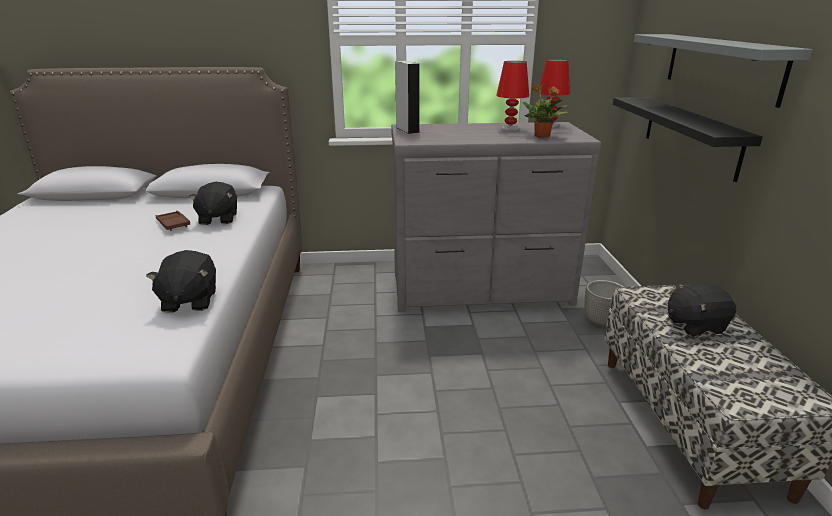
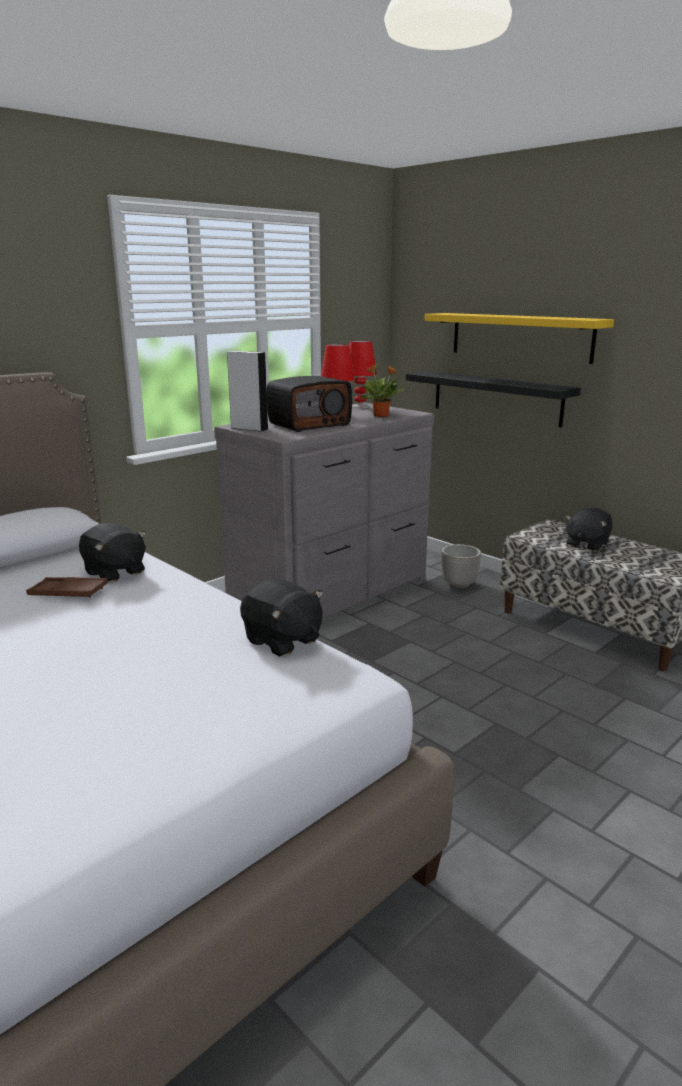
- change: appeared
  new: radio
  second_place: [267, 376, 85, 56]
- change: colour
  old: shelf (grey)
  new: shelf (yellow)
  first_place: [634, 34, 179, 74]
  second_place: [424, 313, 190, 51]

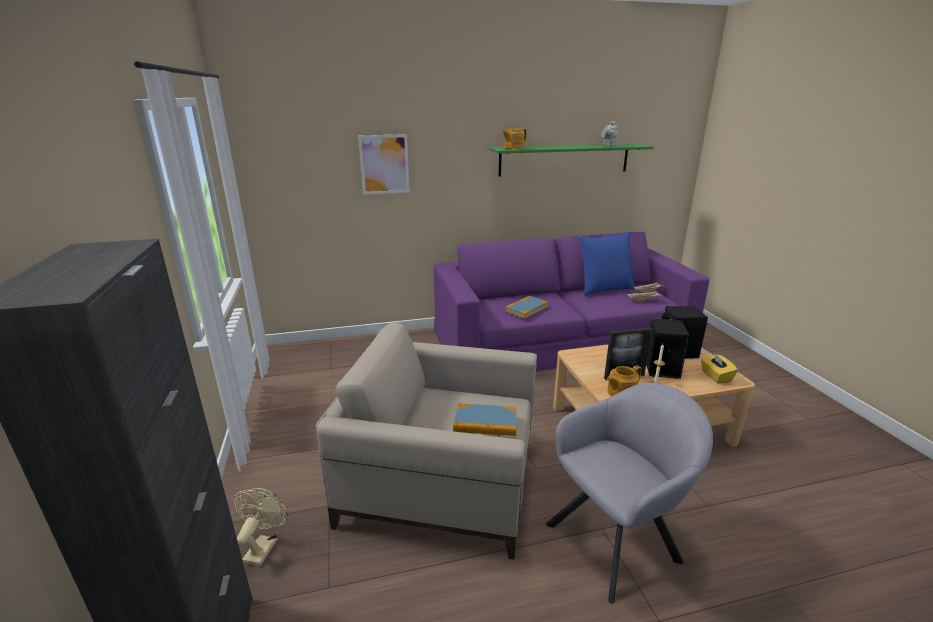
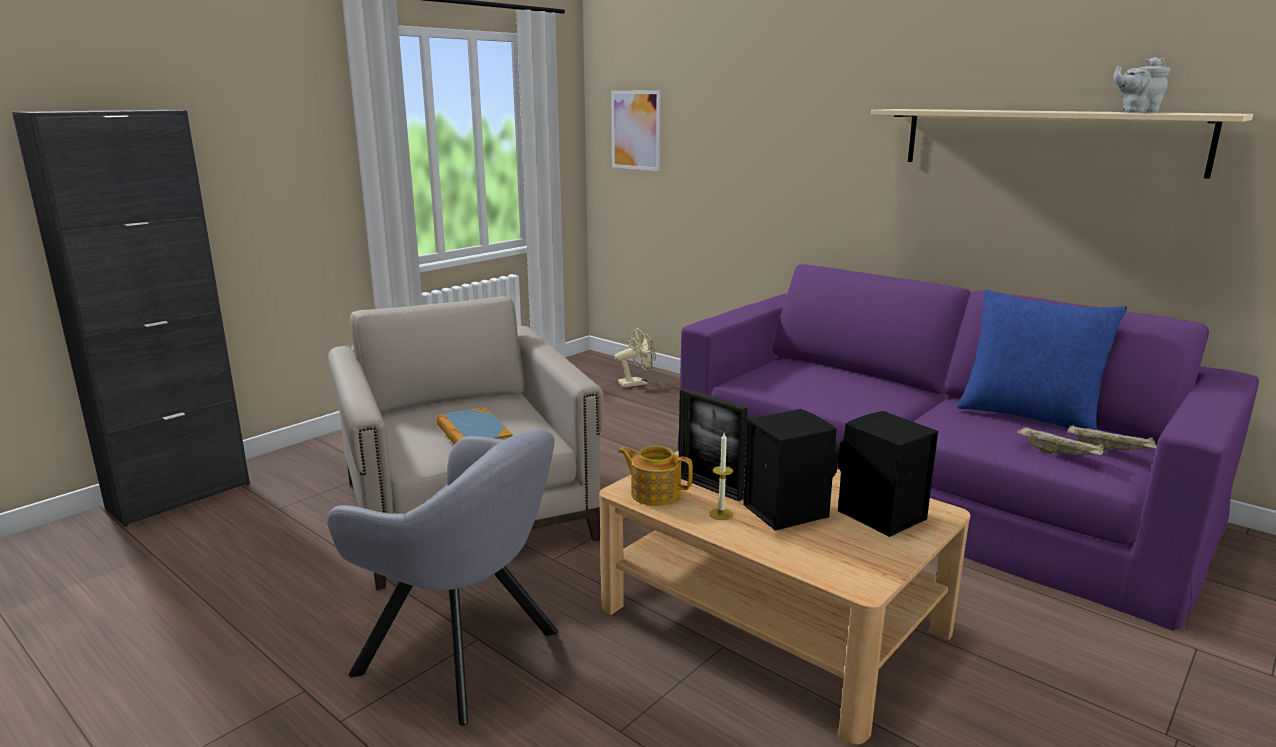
- change: relocated
  old: picture
  first_place: [358, 134, 52, 60]
  second_place: [611, 91, 50, 80]
- change: relocated
  old: fan (beige)
  first_place: [234, 488, 54, 78]
  second_place: [615, 328, 41, 60]
- change: colour
  old: shelf (green)
  new: shelf (beige)
  first_place: [489, 144, 165, 32]
  second_place: [871, 109, 382, 70]
- change: missing
  old: teapot
  first_place: [502, 128, 25, 21]
- change: missing
  old: book
  first_place: [505, 296, 44, 23]
- change: missing
  old: tissue box (yellow)
  first_place: [701, 353, 37, 30]

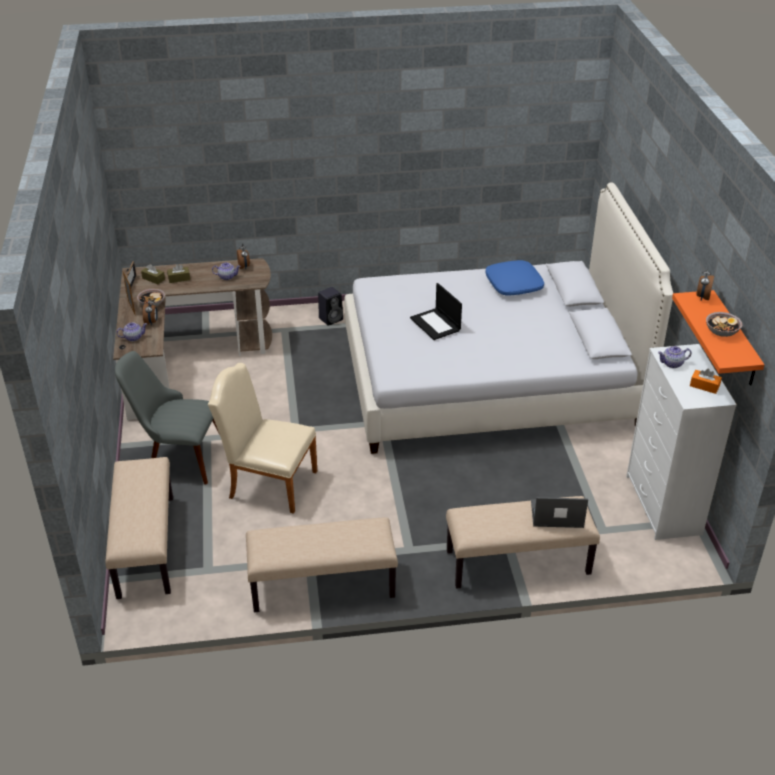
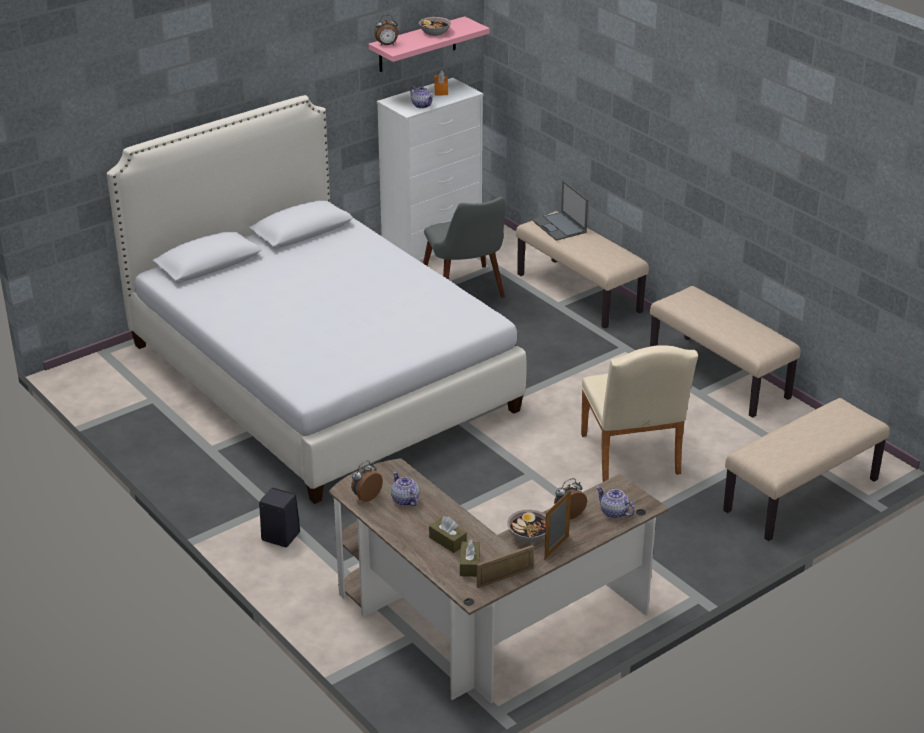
- change: colour
  old: shelf (orange)
  new: shelf (pink)
  first_place: [672, 290, 93, 96]
  second_place: [369, 16, 121, 56]
- change: relocated
  old: chair (grey)
  first_place: [115, 351, 105, 133]
  second_place: [423, 197, 82, 101]
- change: missing
  old: laptop
  first_place: [410, 283, 52, 57]
- change: missing
  old: pillow (blue)
  first_place: [485, 260, 59, 36]

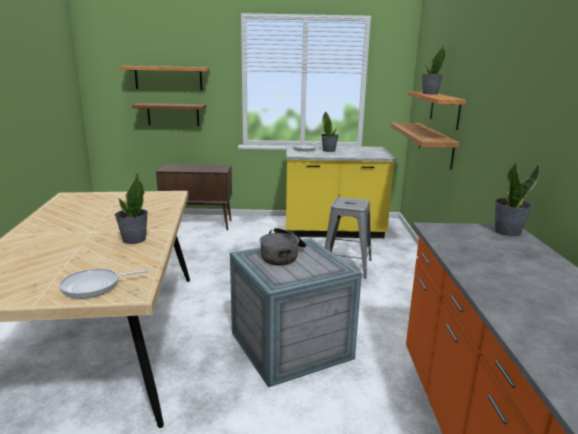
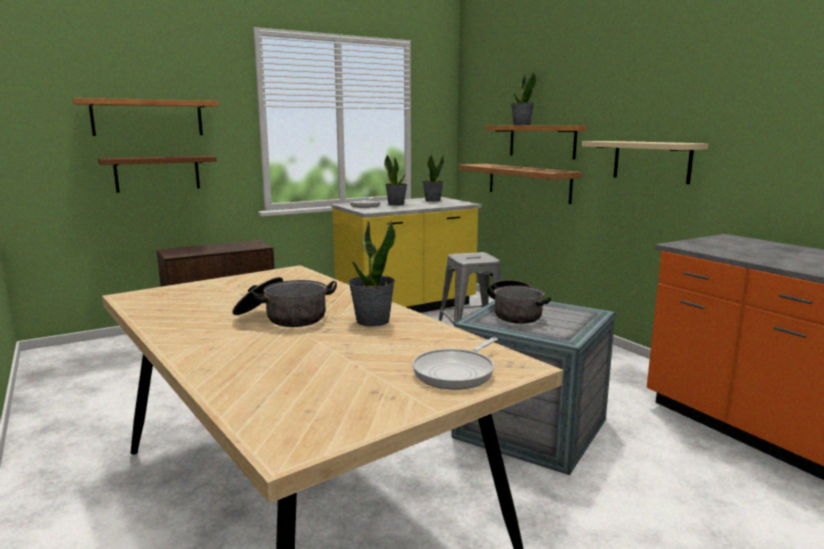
- change: appeared
  new: cooking pot
  second_place: [232, 277, 105, 50]
- change: relocated
  old: potted plant
  first_place: [495, 162, 45, 75]
  second_place: [422, 154, 22, 48]
- change: appeared
  new: shelf (beige)
  second_place: [582, 141, 127, 43]

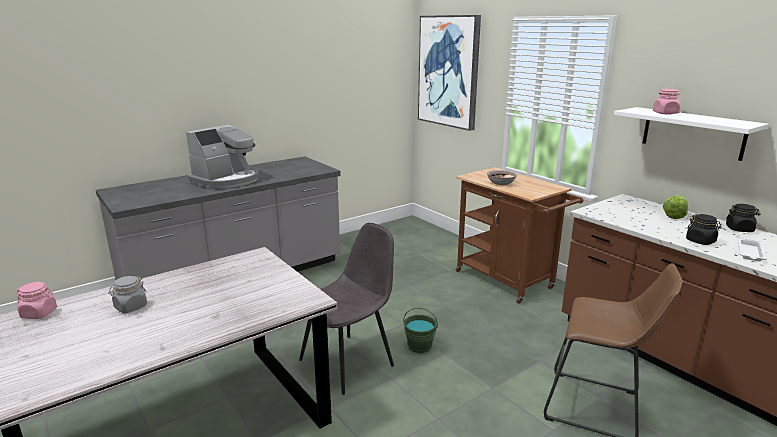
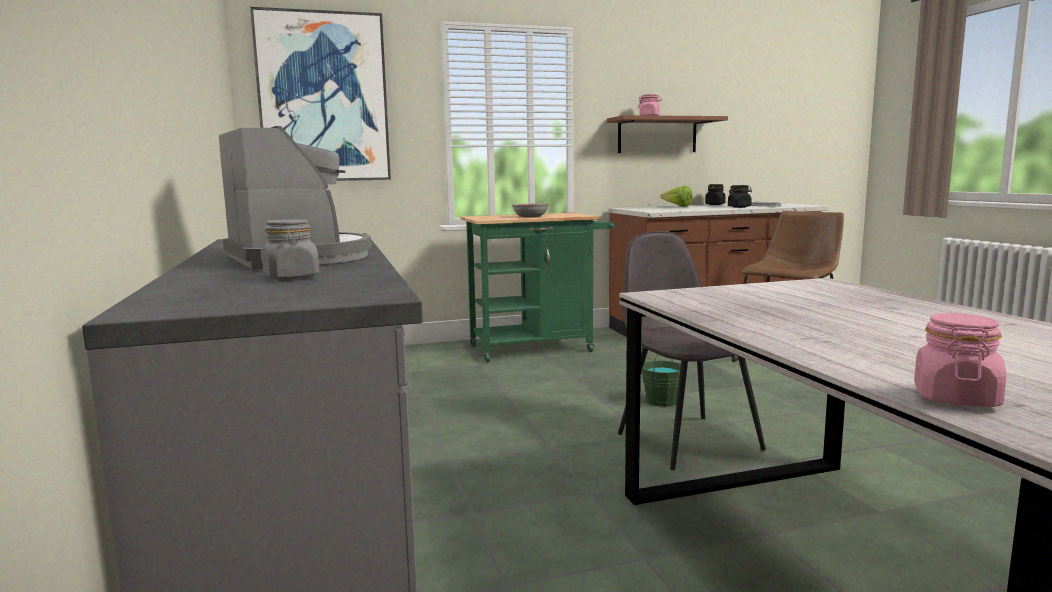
- change: relocated
  old: jar (grey)
  first_place: [108, 276, 39, 37]
  second_place: [262, 219, 58, 60]
- change: colour
  old: cart (brown)
  new: cart (green)
  first_place: [456, 167, 127, 137]
  second_place: [460, 212, 155, 150]
- change: colour
  old: shelf (white)
  new: shelf (brown)
  first_place: [614, 107, 155, 54]
  second_place: [607, 115, 121, 38]

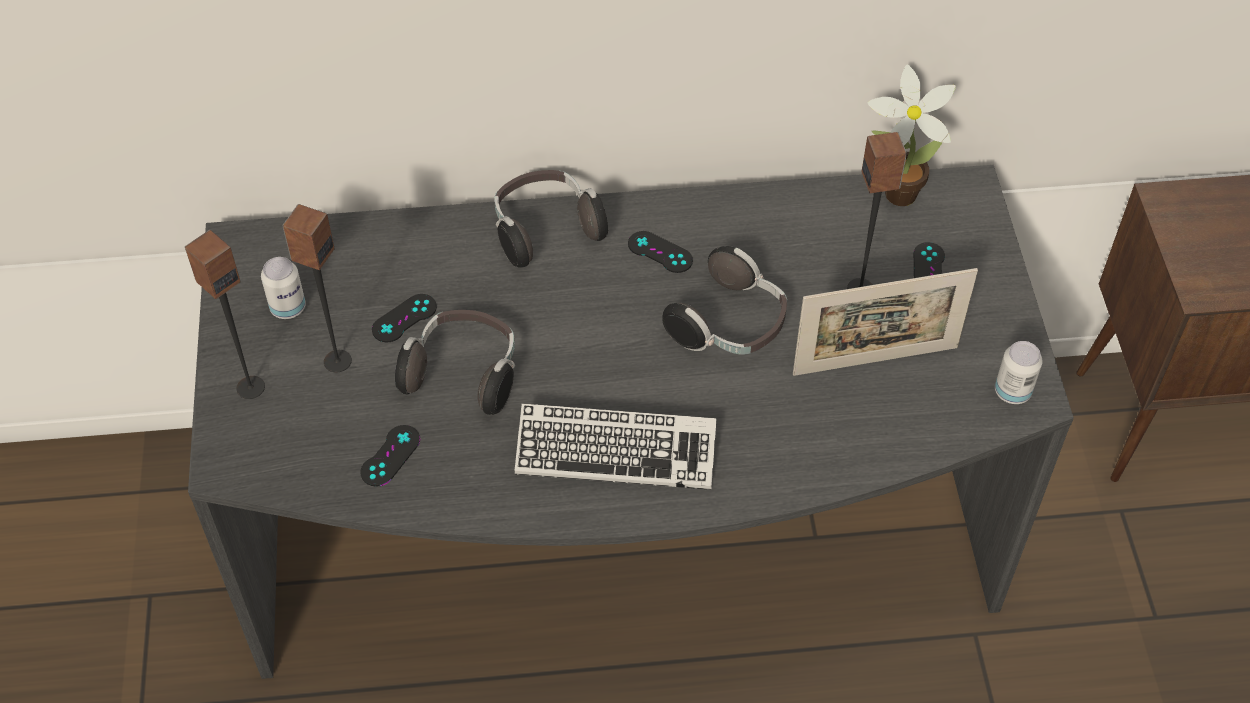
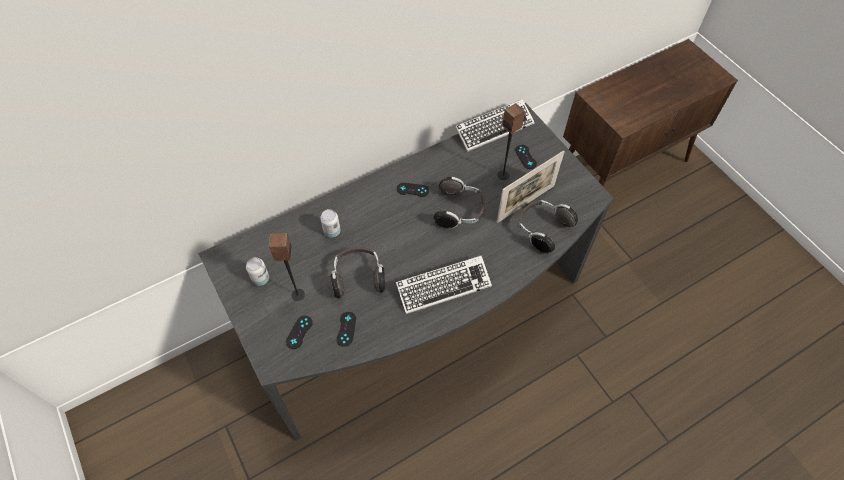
- change: relocated
  old: game controller (black)
  first_place: [372, 294, 65, 48]
  second_place: [286, 315, 27, 34]
- change: relocated
  old: can
  first_place: [995, 341, 48, 63]
  second_place: [320, 209, 21, 28]
- change: exchanged
  old: potted plant
  new: keyboard
  first_place: [867, 65, 89, 141]
  second_place: [455, 99, 80, 53]
- change: relocated
  old: headphones
  first_place: [494, 170, 114, 98]
  second_place: [518, 200, 60, 53]
- change: missing
  old: speaker
  first_place: [185, 230, 80, 169]

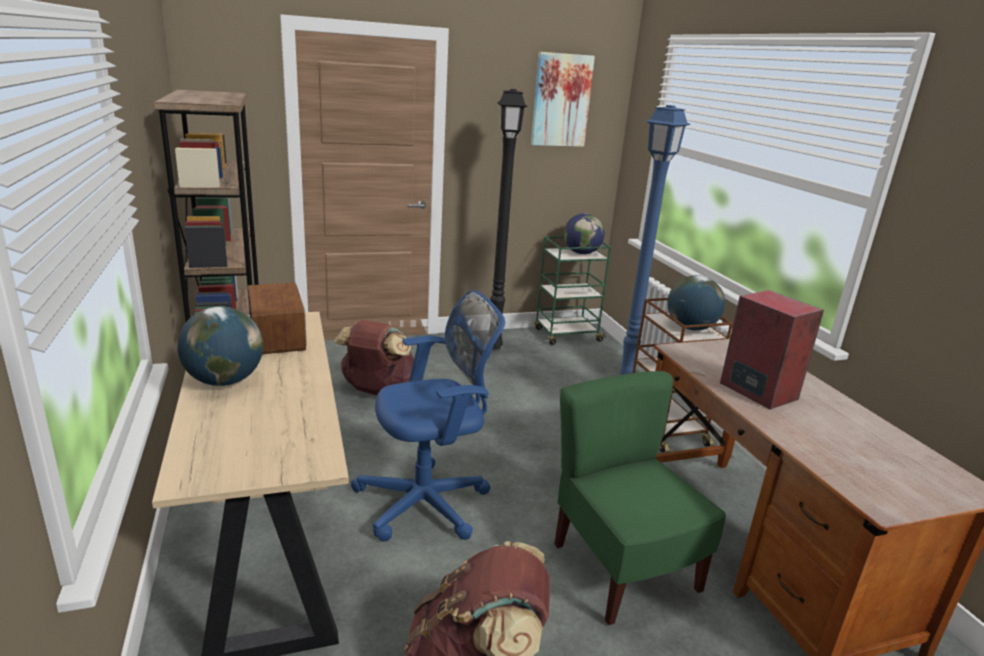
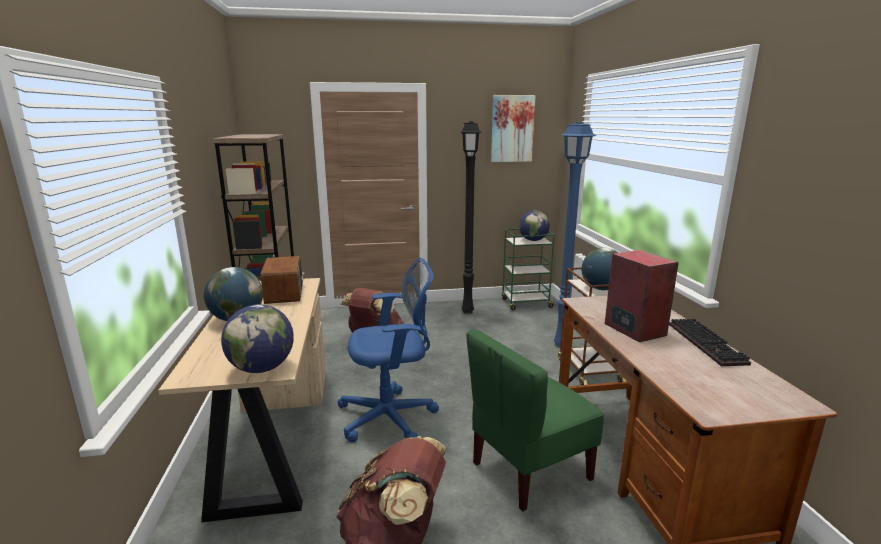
- change: appeared
  new: globe
  second_place: [221, 304, 73, 69]
- change: spun
  old: chair (green)
  first_place: [555, 371, 171, 254]
  second_place: [466, 329, 138, 182]
  degrees: -105
- change: appeared
  new: keyboard
  second_place: [669, 318, 82, 48]

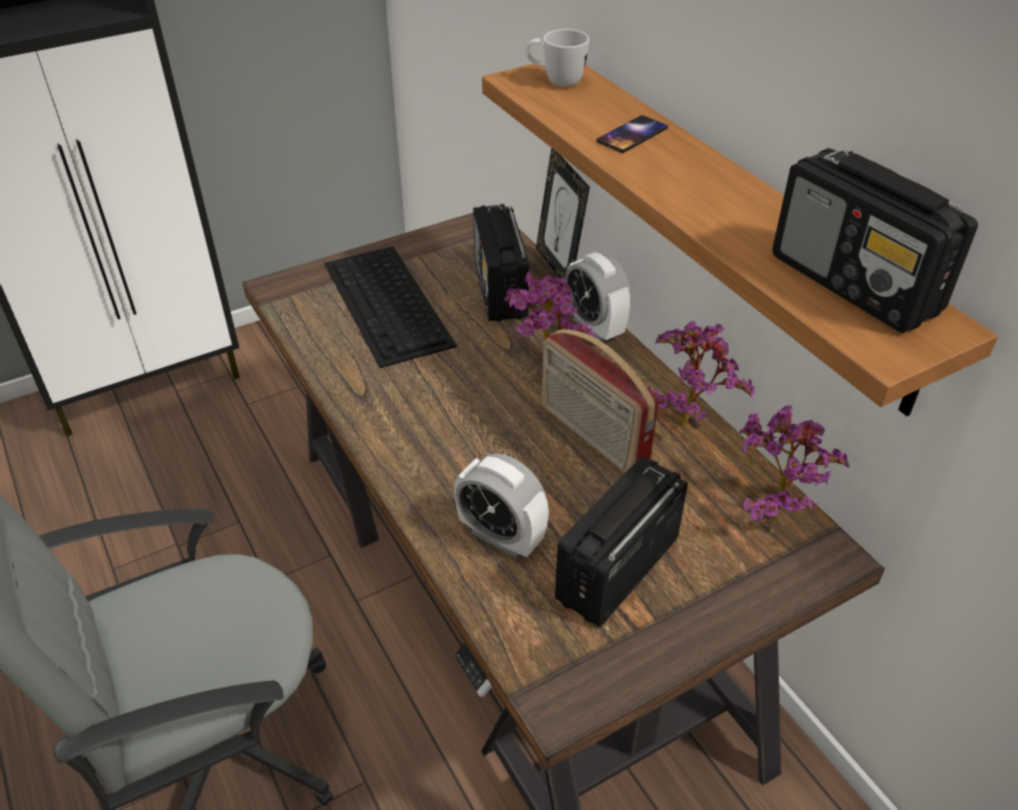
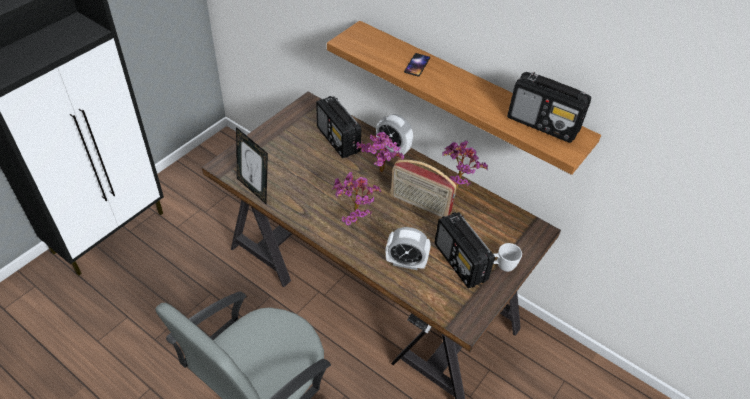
- change: relocated
  old: picture frame
  first_place: [536, 148, 54, 130]
  second_place: [236, 127, 32, 77]
- change: relocated
  old: potted plant
  first_place: [739, 405, 111, 119]
  second_place: [332, 172, 50, 54]
- change: spun
  old: radio
  first_place: [555, 456, 133, 171]
  second_place: [435, 212, 60, 76]
  degrees: -45
- change: relocated
  old: mug (white)
  first_place: [526, 29, 63, 58]
  second_place: [493, 243, 29, 29]
- change: missing
  old: keyboard
  first_place: [324, 247, 133, 121]

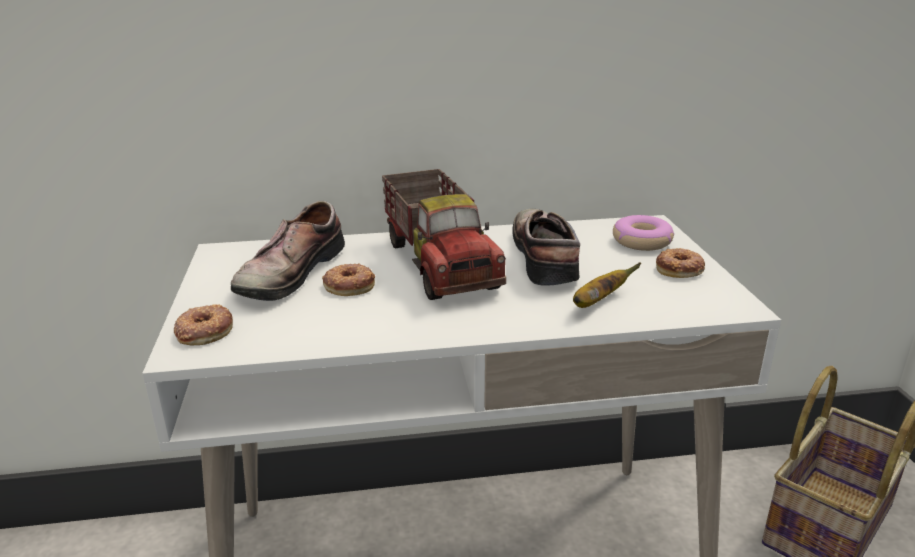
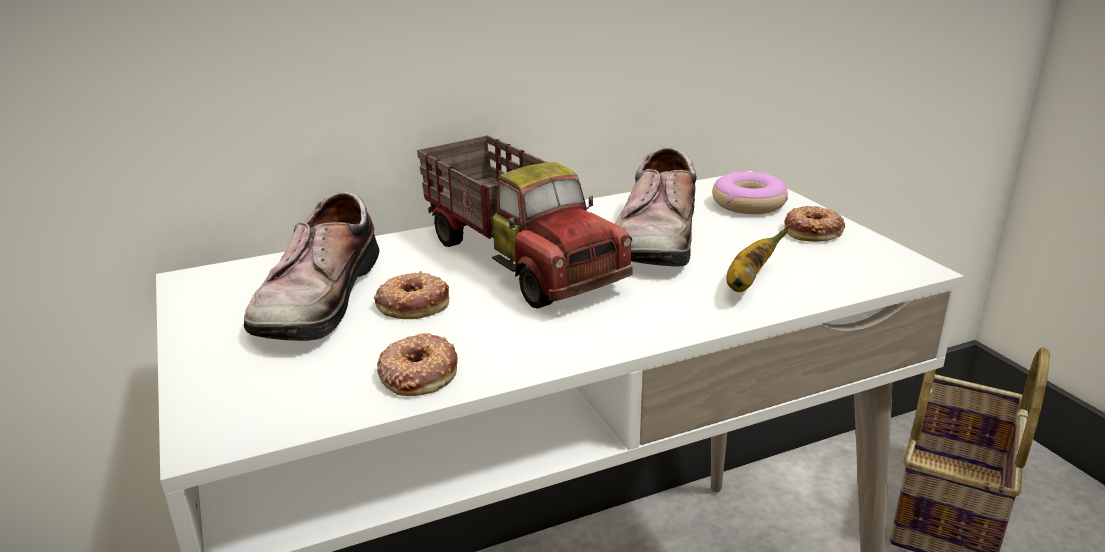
- change: relocated
  old: donut
  first_place: [174, 304, 59, 41]
  second_place: [377, 333, 81, 63]
- change: spun
  old: shoe
  first_place: [512, 209, 68, 76]
  second_place: [615, 147, 81, 120]
  degrees: -150

